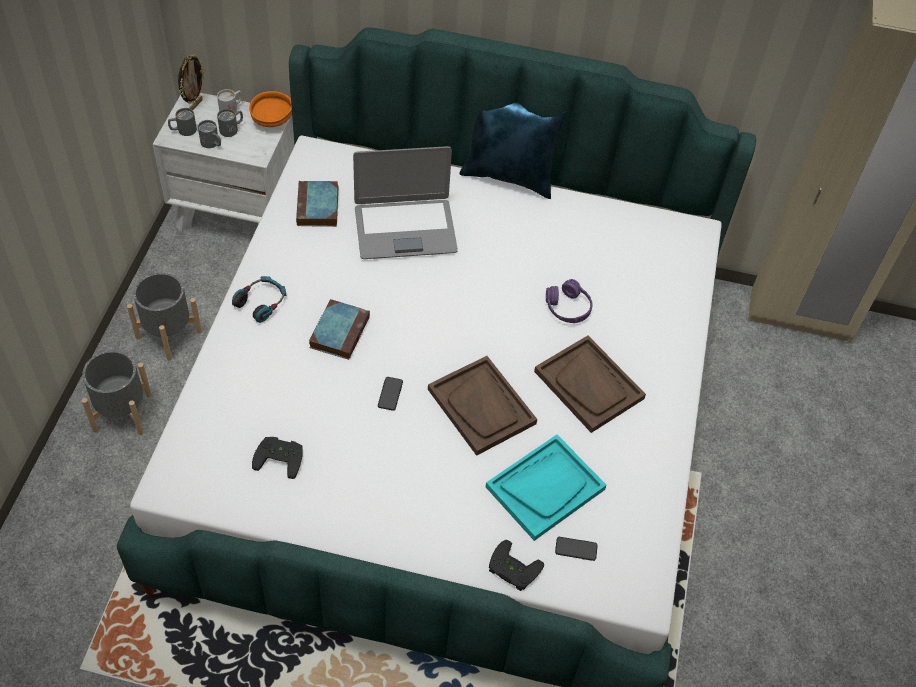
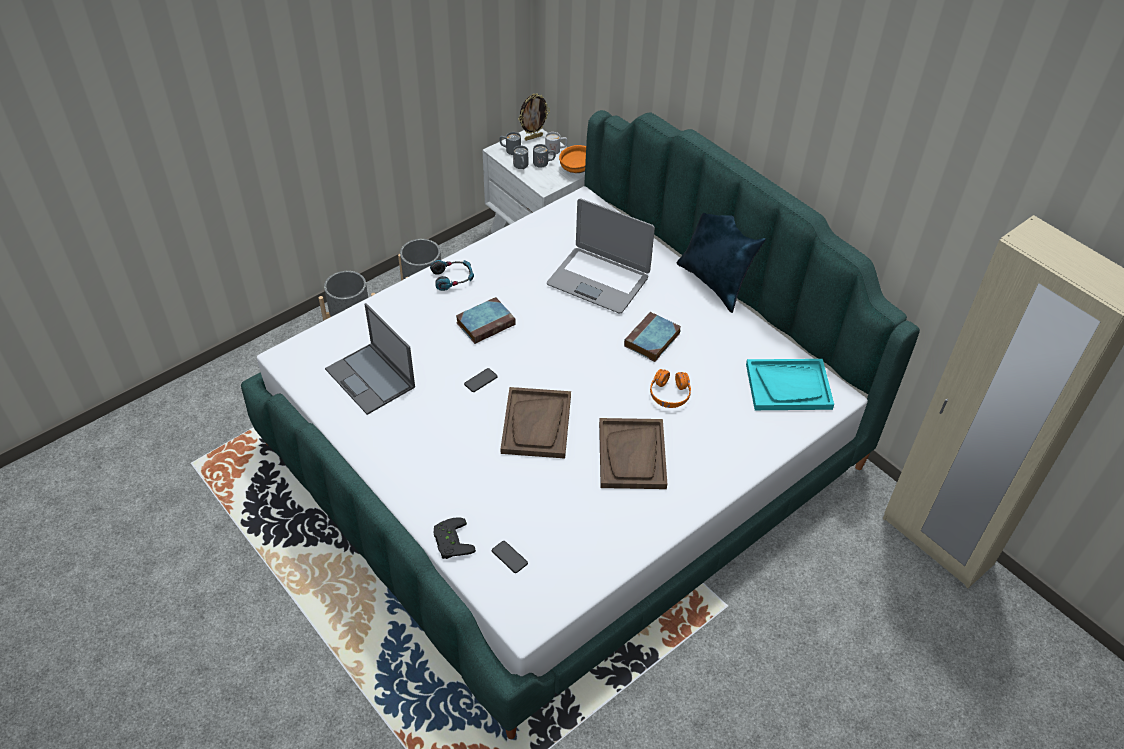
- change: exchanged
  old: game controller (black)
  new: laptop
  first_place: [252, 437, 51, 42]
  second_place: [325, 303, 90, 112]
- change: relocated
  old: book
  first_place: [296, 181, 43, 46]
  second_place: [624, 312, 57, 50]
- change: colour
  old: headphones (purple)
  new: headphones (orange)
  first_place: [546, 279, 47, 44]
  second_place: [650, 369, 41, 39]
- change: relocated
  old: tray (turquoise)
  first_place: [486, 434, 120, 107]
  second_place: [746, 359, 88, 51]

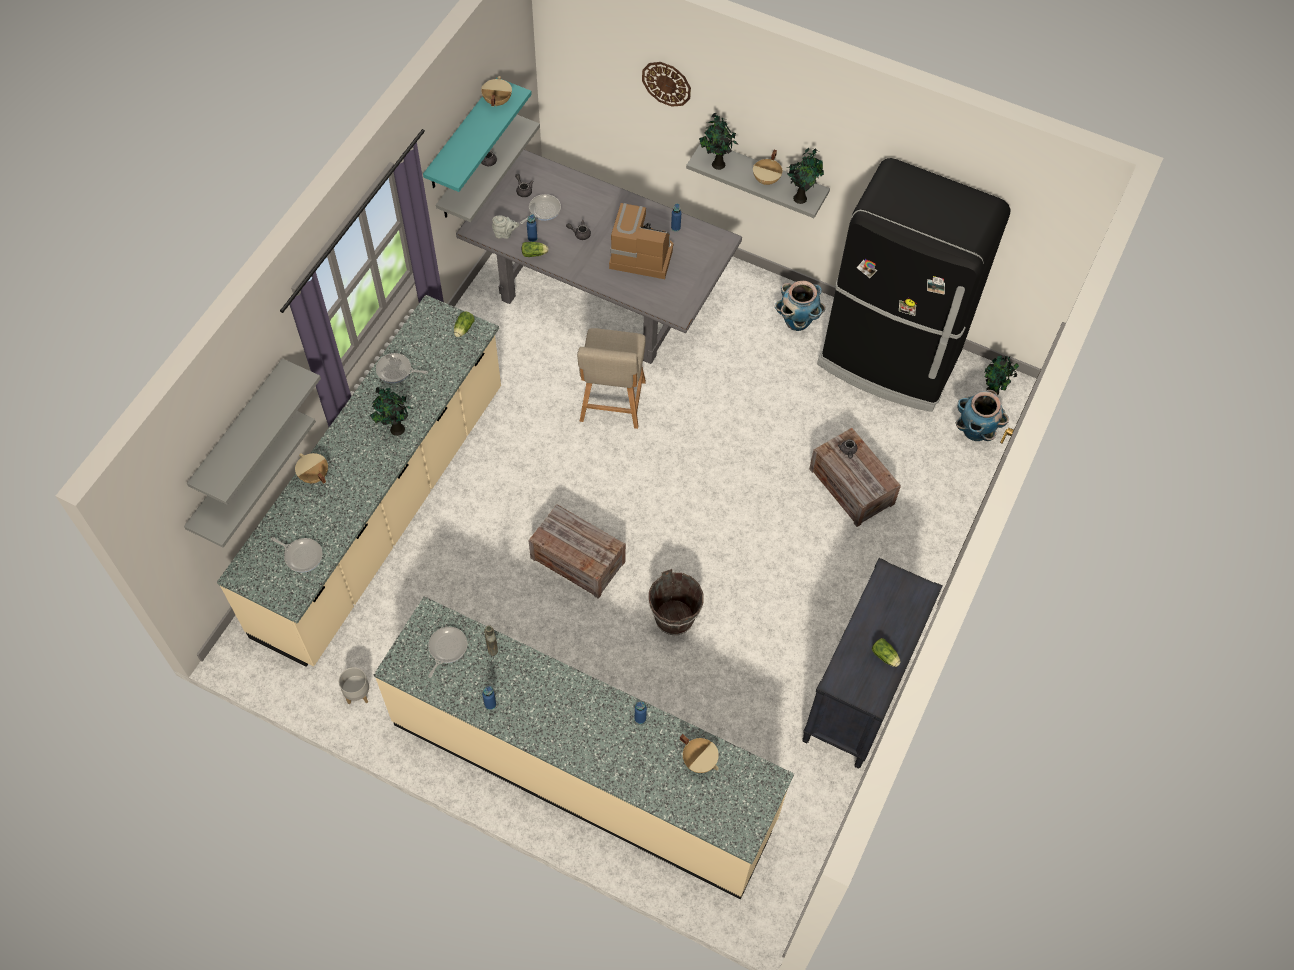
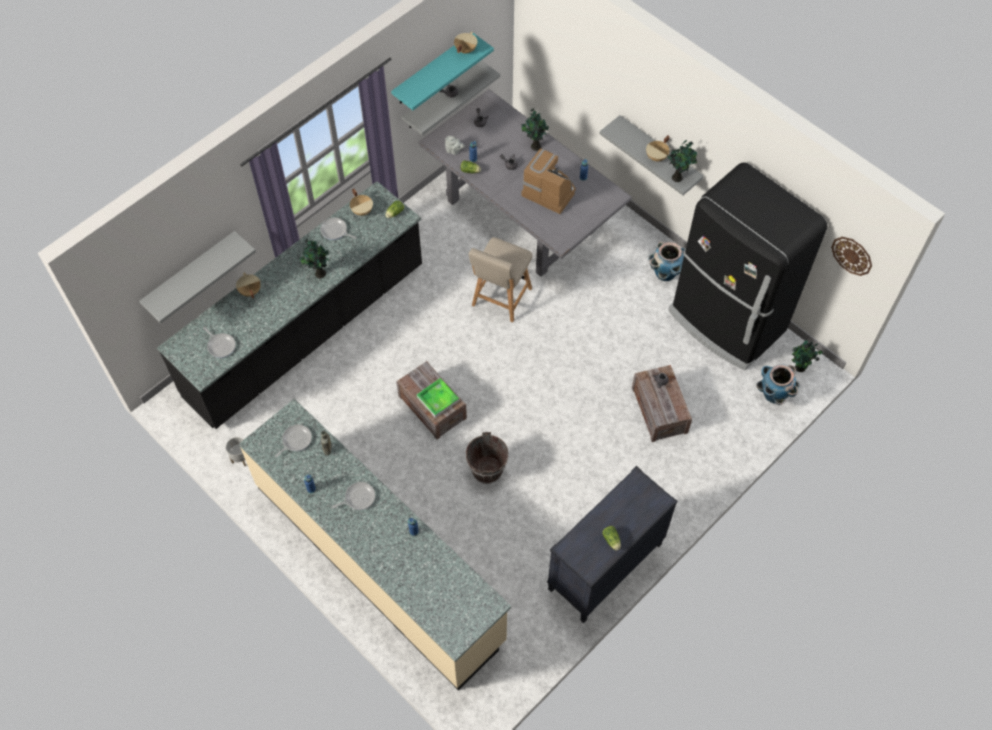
- change: colour
  old: counter (beige)
  new: counter (black)
  first_place: [217, 295, 284, 372]
  second_place: [157, 181, 265, 248]
- change: relocated
  old: frying pan
  first_place: [520, 194, 41, 30]
  second_place: [332, 482, 43, 28]
- change: relocated
  old: cooking pot (beige)
  first_place: [680, 734, 39, 39]
  second_place: [350, 189, 23, 27]
- change: appeared
  new: tray
  second_place: [417, 378, 42, 40]
- change: relocated
  old: potted plant
  first_place: [699, 113, 39, 57]
  second_place: [522, 108, 27, 43]
- change: relocated
  old: wall clock
  first_place: [642, 62, 49, 45]
  second_place: [831, 237, 41, 39]
- change: missing
  old: shelf (grey)
  first_place: [187, 358, 134, 147]

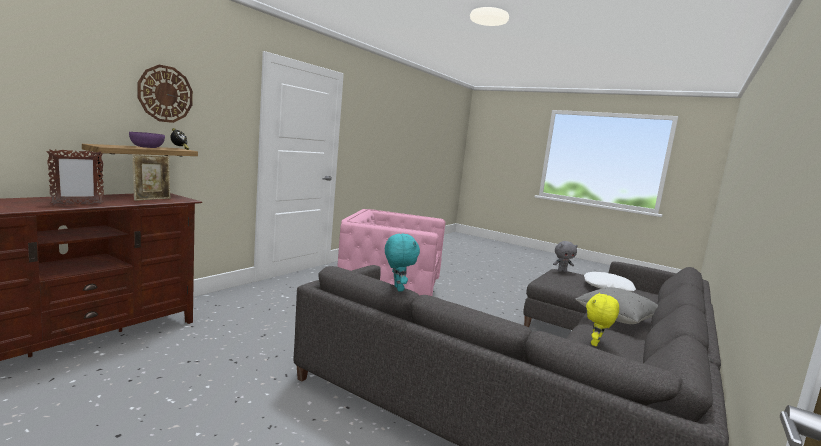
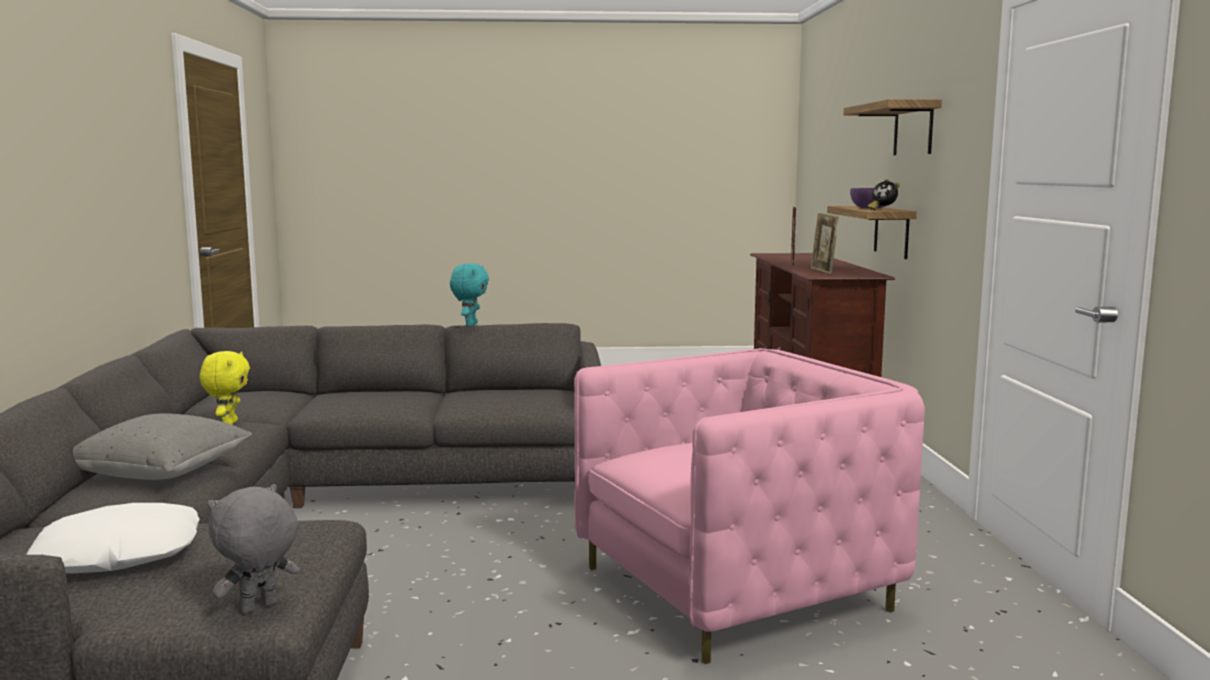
- change: spun
  old: plush toy (turquoise)
  first_place: [385, 234, 35, 58]
  second_place: [450, 263, 39, 64]
  degrees: -120
- change: exchanged
  old: wall clock
  new: shelf
  first_place: [137, 65, 56, 58]
  second_place: [844, 99, 98, 56]

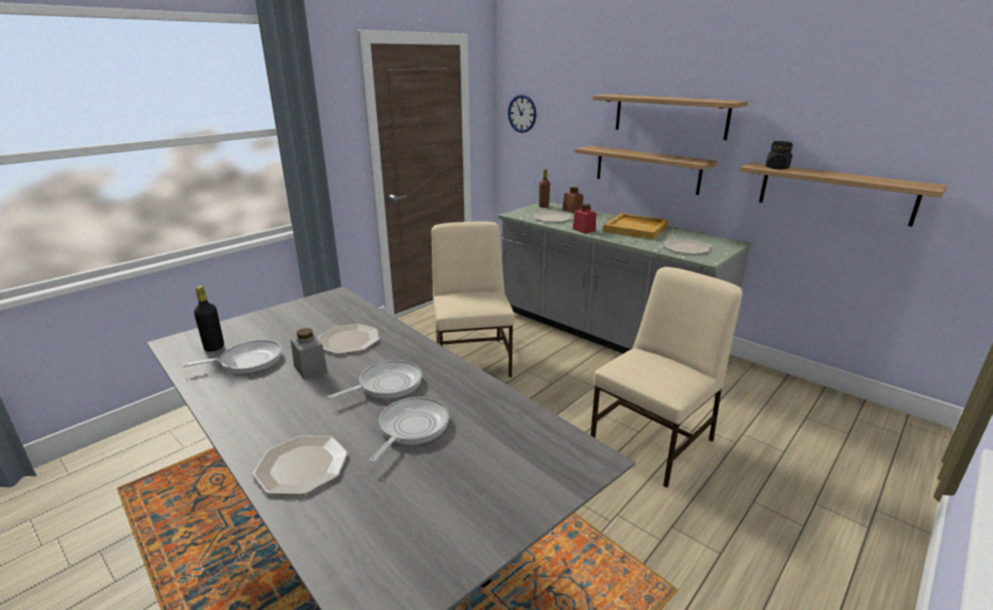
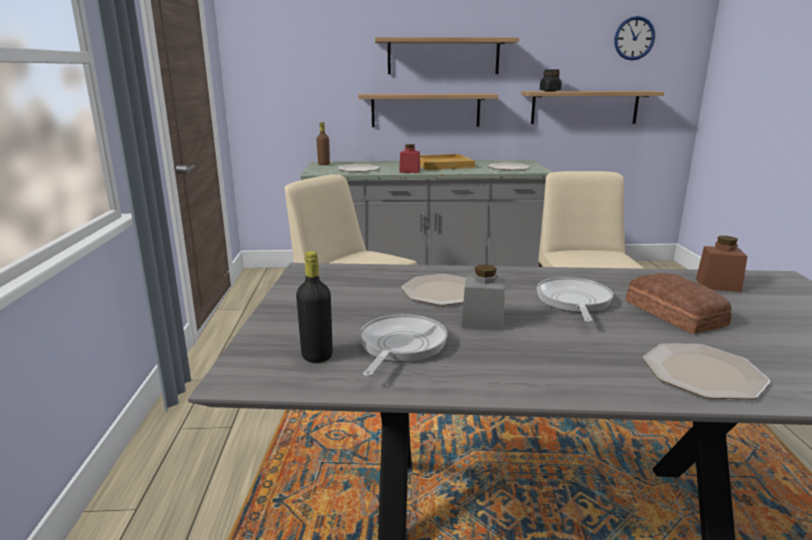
- change: relocated
  old: wall clock
  first_place: [508, 95, 28, 38]
  second_place: [614, 16, 41, 44]
- change: exchanged
  old: frying pan
  new: bread
  first_place: [369, 397, 80, 66]
  second_place: [625, 273, 107, 61]
- change: relocated
  old: jar (brown)
  first_place: [563, 187, 20, 26]
  second_place: [696, 236, 52, 56]

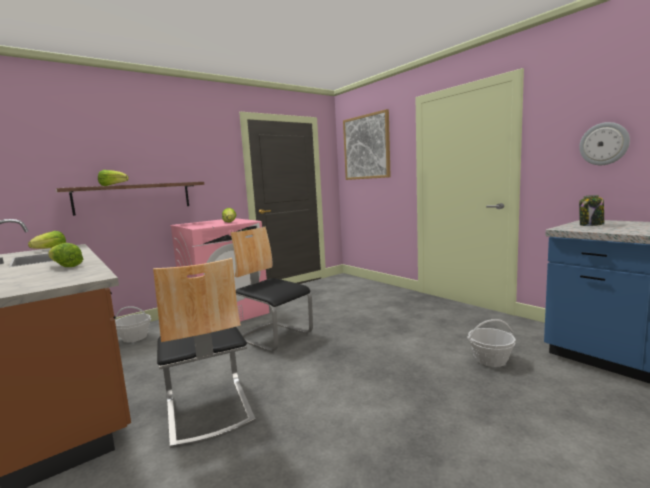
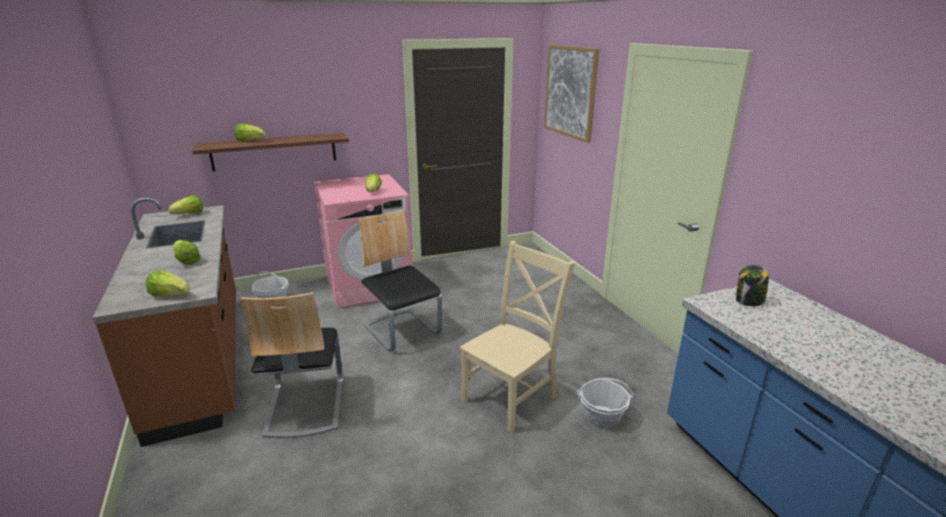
- change: appeared
  new: lettuce
  second_place: [146, 270, 44, 26]
- change: appeared
  new: chair (beige)
  second_place: [460, 241, 115, 192]
- change: missing
  old: wall clock
  first_place: [579, 122, 51, 43]

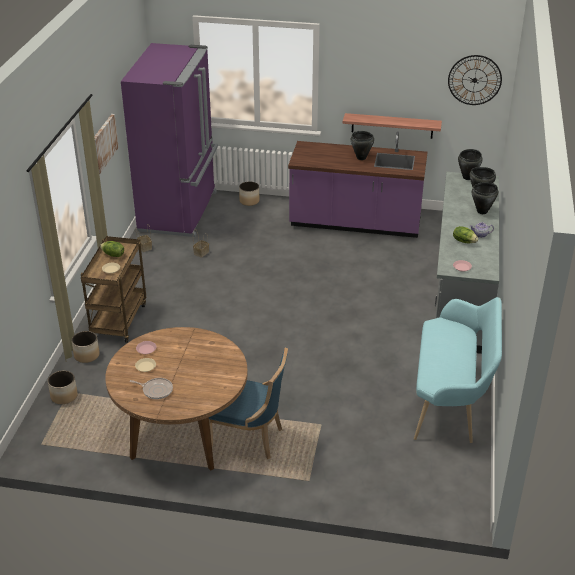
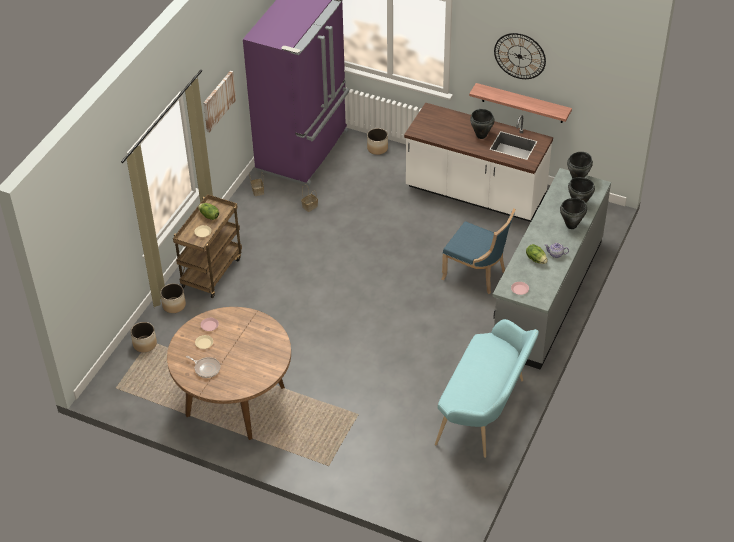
- change: colour
  old: counter (purple)
  new: counter (white)
  first_place: [288, 132, 140, 106]
  second_place: [404, 102, 149, 120]
- change: relocated
  old: chair (blue)
  first_place: [209, 348, 79, 111]
  second_place: [442, 208, 74, 86]
- change: relocated
  old: wall clock
  first_place: [448, 55, 54, 50]
  second_place: [494, 33, 52, 46]

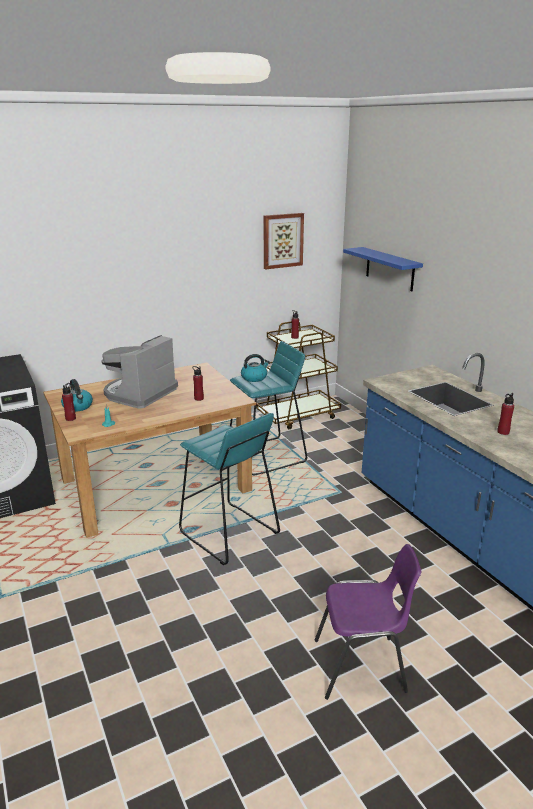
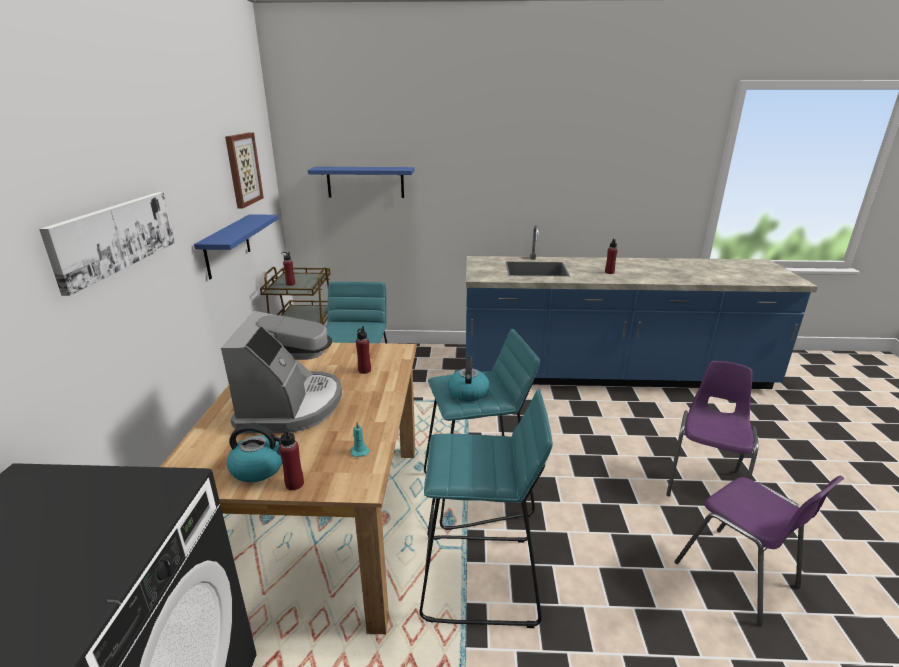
- change: appeared
  new: picture
  second_place: [39, 192, 136, 104]
- change: appeared
  new: shelf (blue)
  second_place: [194, 214, 85, 66]
- change: spun
  old: coffee machine
  first_place: [101, 335, 77, 74]
  second_place: [221, 311, 121, 122]
  degrees: -150
- change: appeared
  new: stool (turquoise)
  second_place: [419, 390, 134, 238]
- change: relocated
  old: kettle
  first_place: [241, 354, 28, 28]
  second_place: [448, 356, 41, 46]
- change: appeared
  new: chair (purple)
  second_place: [675, 476, 169, 150]

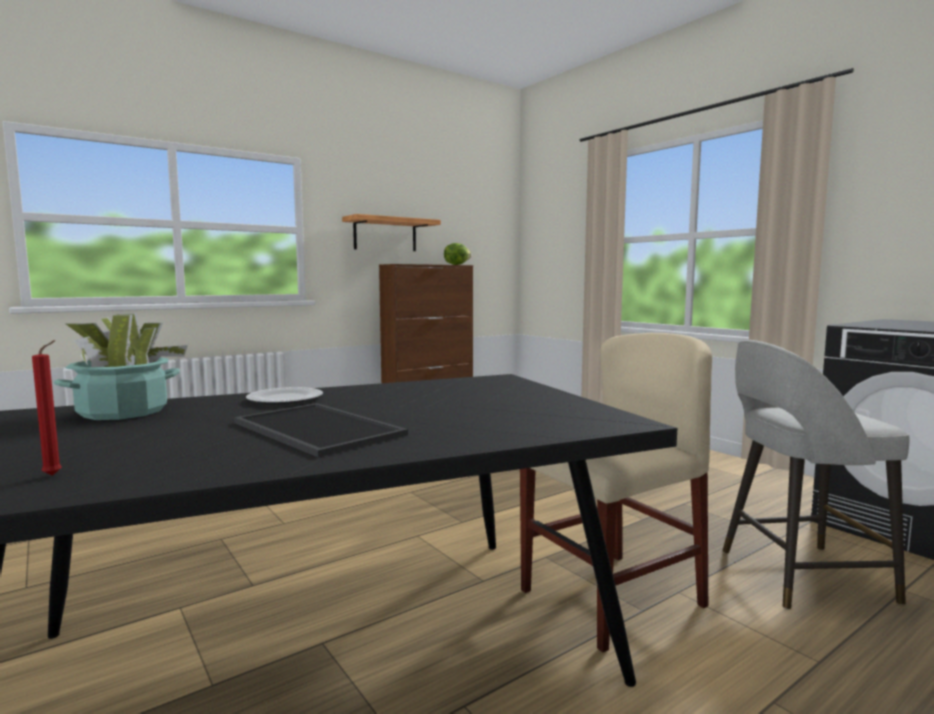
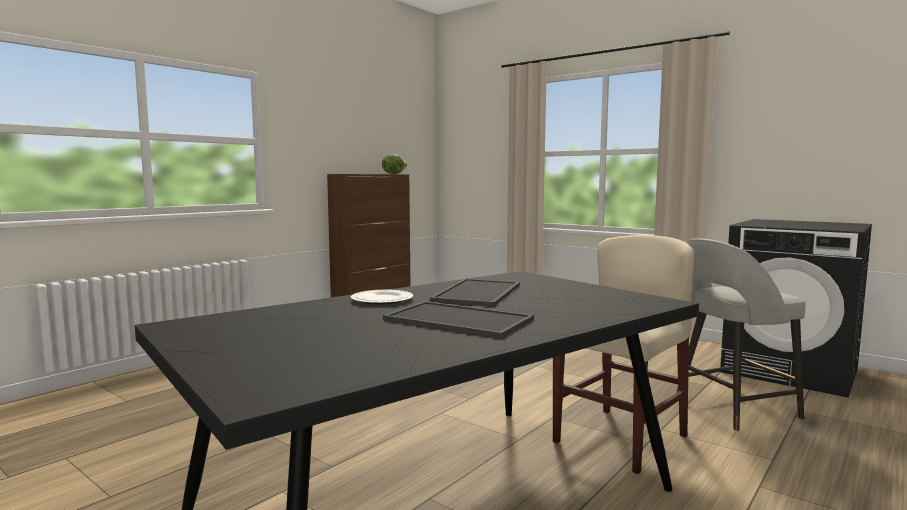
- change: appeared
  new: tray
  second_place: [430, 279, 90, 27]
- change: missing
  old: candle (red)
  first_place: [32, 340, 30, 136]
- change: missing
  old: potted plant
  first_place: [54, 313, 134, 107]
- change: missing
  old: shelf
  first_place: [342, 214, 99, 37]

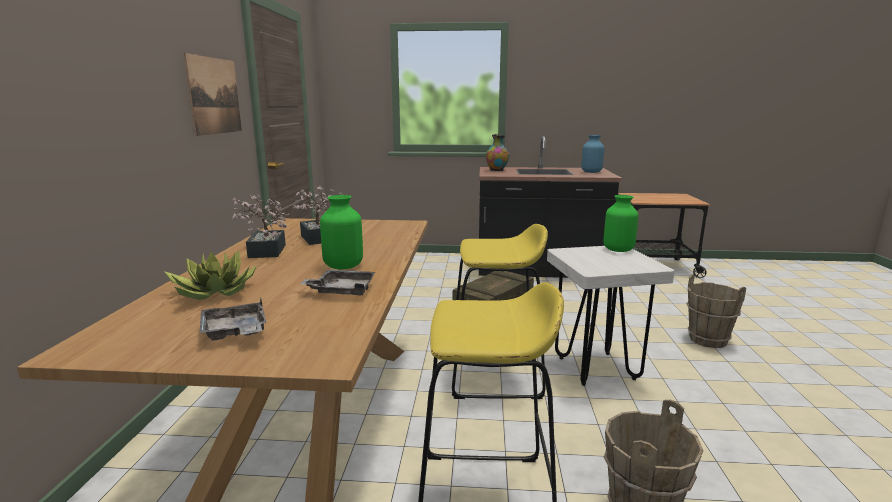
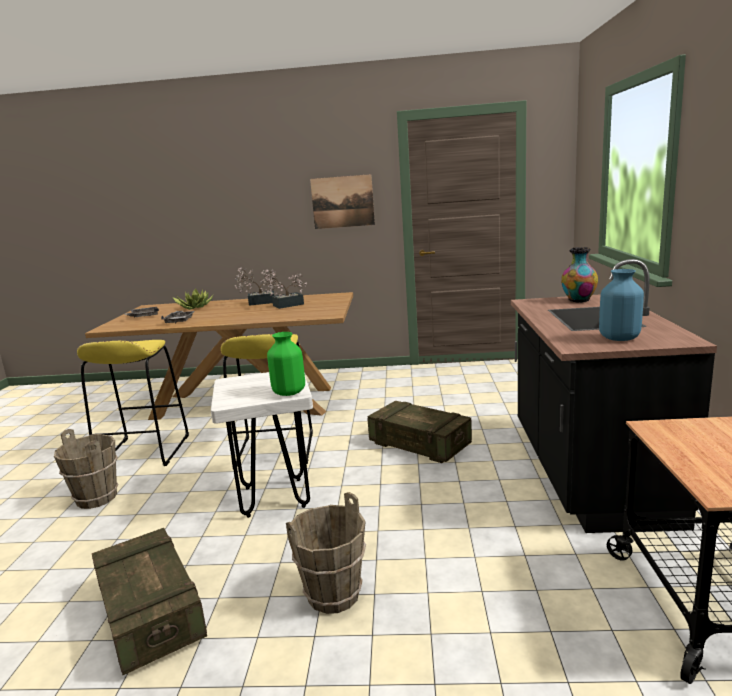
- change: appeared
  new: crate
  second_place: [92, 528, 115, 147]
- change: missing
  old: vase (green)
  first_place: [320, 195, 43, 74]

